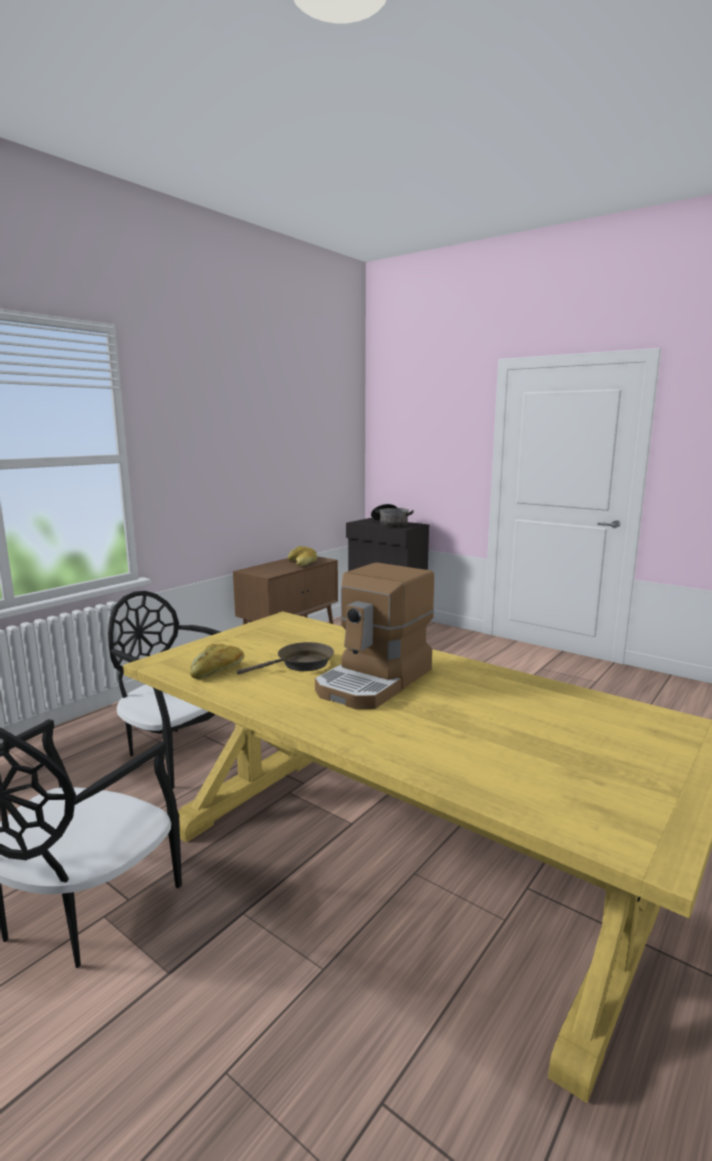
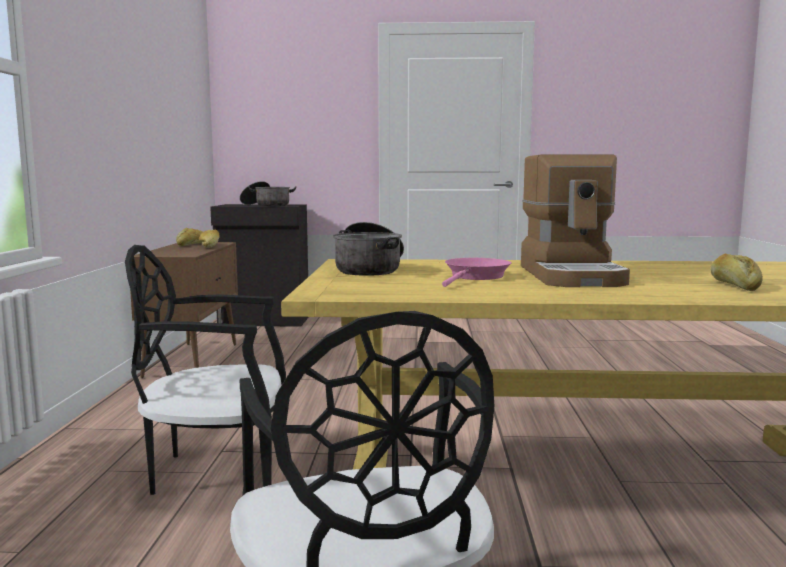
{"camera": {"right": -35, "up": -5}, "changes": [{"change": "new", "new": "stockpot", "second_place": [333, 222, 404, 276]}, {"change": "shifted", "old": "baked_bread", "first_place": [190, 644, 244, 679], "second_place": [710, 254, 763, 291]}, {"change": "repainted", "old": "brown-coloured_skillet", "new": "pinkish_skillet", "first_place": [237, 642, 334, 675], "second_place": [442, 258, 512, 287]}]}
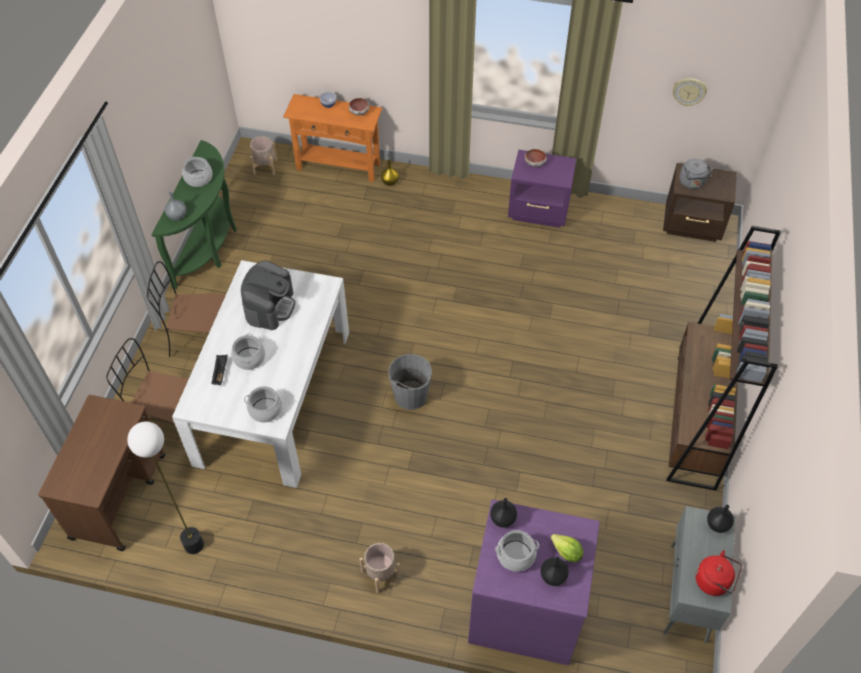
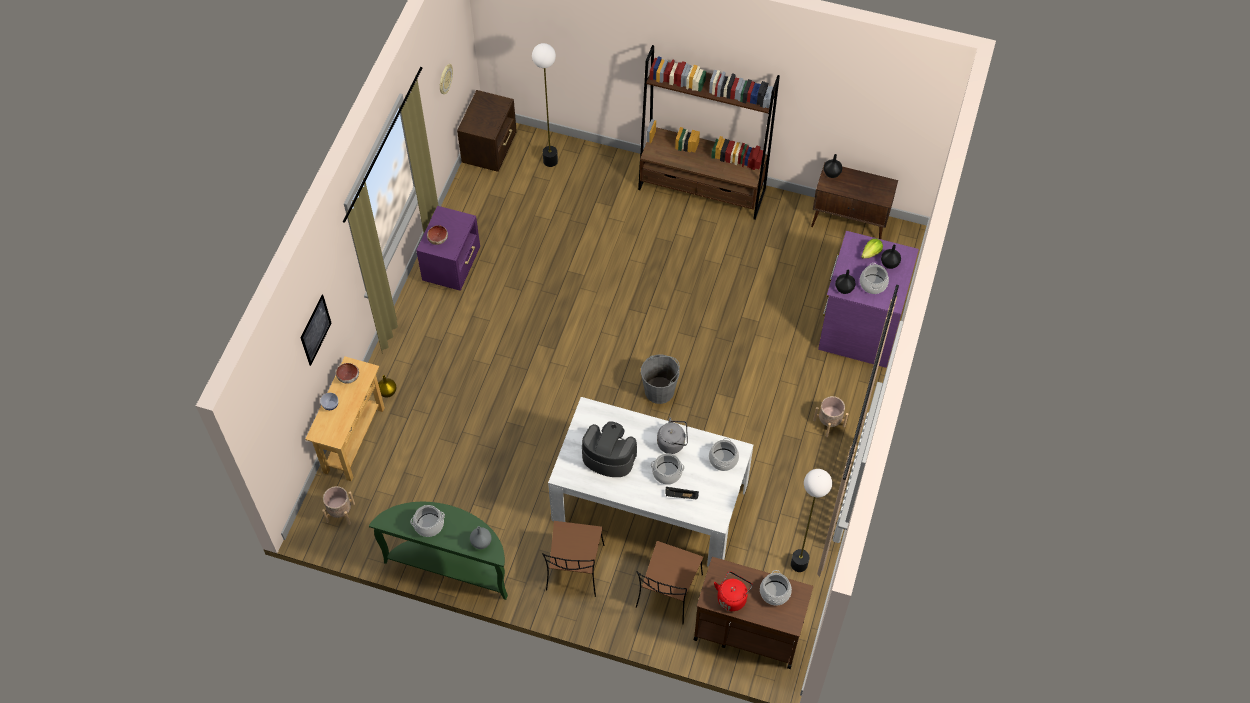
{"camera": {"right": -85, "up": 5}, "changes": [{"change": "new", "new": "wall_art", "second_place": [300, 295, 332, 366]}, {"change": "new", "new": "standard_lamp", "second_place": [532, 43, 558, 167]}, {"change": "new", "new": "stockpot", "second_place": [760, 570, 792, 606]}, {"change": "shifted", "old": "greyish_tea_kettle", "first_place": [679, 158, 714, 189], "second_place": [657, 418, 688, 454]}, {"change": "shifted", "old": "red_tea_kettle", "first_place": [695, 550, 742, 596], "second_place": [714, 571, 753, 611]}, {"change": "repainted", "old": "orange-coloured_hall_table", "new": "sand-coloured_hall_table", "first_place": [283, 94, 382, 182], "second_place": [305, 356, 385, 481]}, {"change": "repainted", "old": "greyish_cupboard", "new": "brown-coloured_cupboard", "first_place": [663, 506, 735, 643], "second_place": [811, 162, 898, 239]}]}
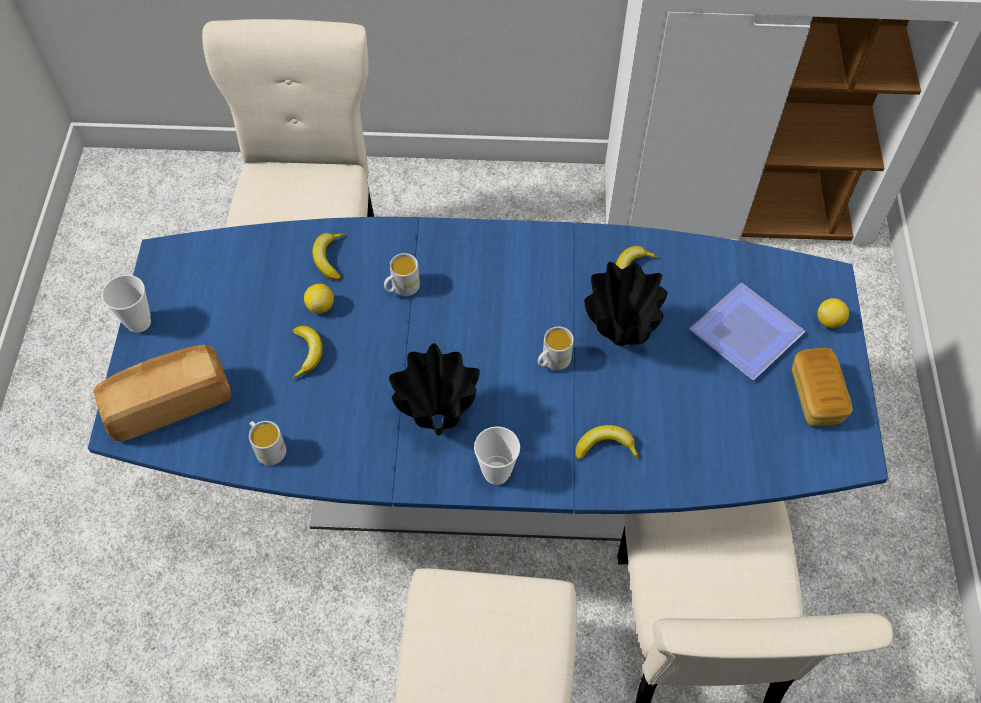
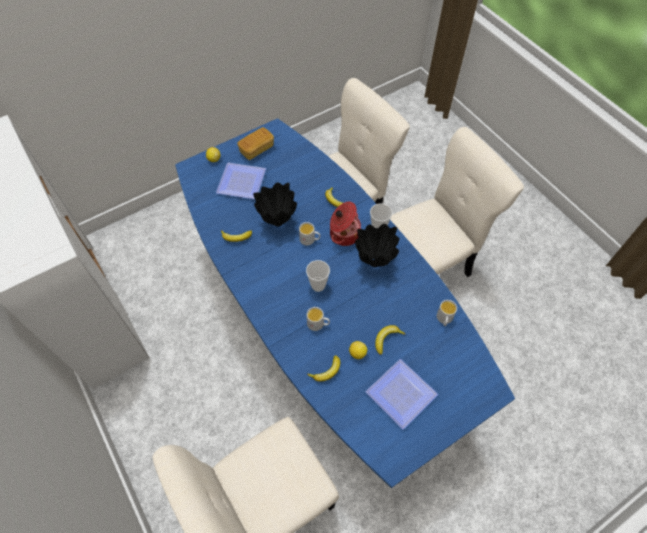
{"camera": {"right": -125, "up": 0}, "changes": [{"change": "gone", "old": "baked_bread", "first_place": [93, 345, 232, 442]}, {"change": "new", "new": "stockpot", "second_place": [330, 202, 361, 246]}, {"change": "new", "new": "dinner_plate", "second_place": [366, 359, 438, 429]}, {"change": "shifted", "old": "drinking_cup", "first_place": [102, 275, 151, 333], "second_place": [306, 260, 330, 292]}]}
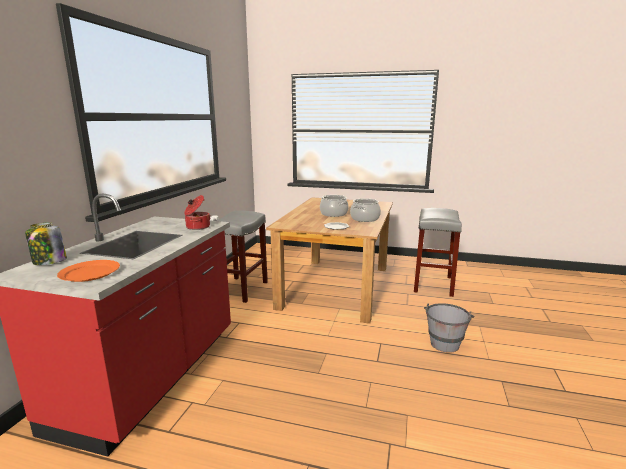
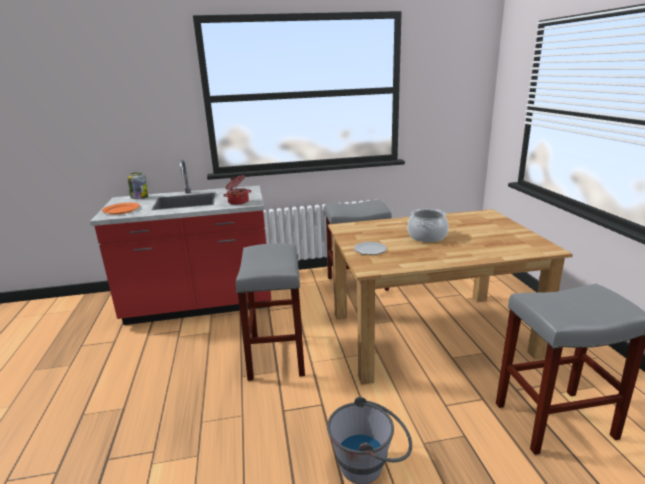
{"camera": {"right": 65, "up": 5}, "changes": [{"change": "gone", "old": "stockpot", "first_place": [350, 199, 381, 222]}, {"change": "new", "new": "greyish_stool_seat", "second_place": [236, 243, 305, 381]}]}
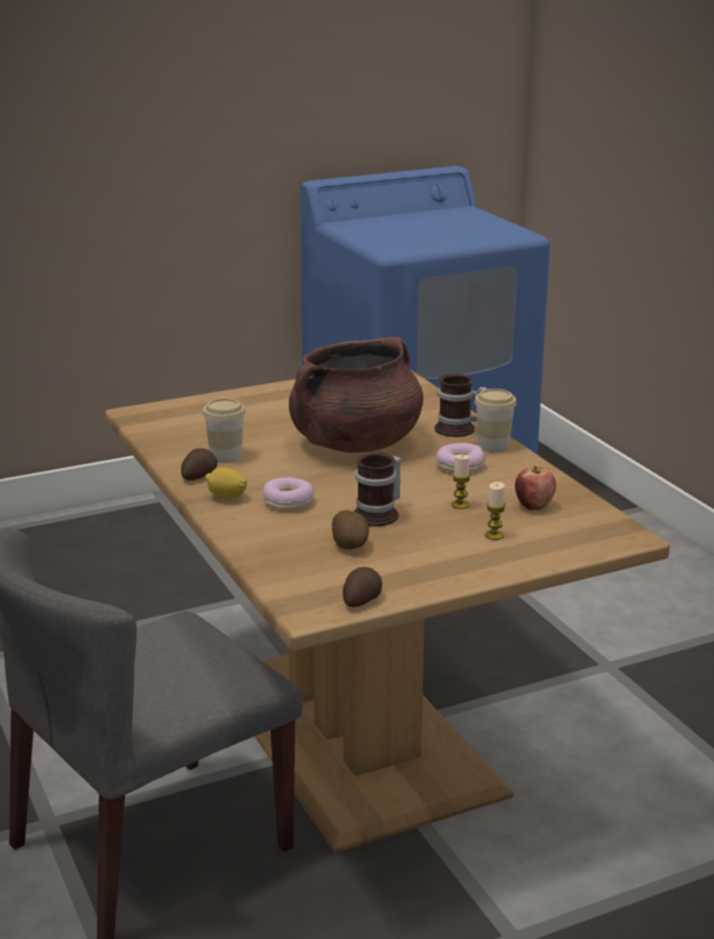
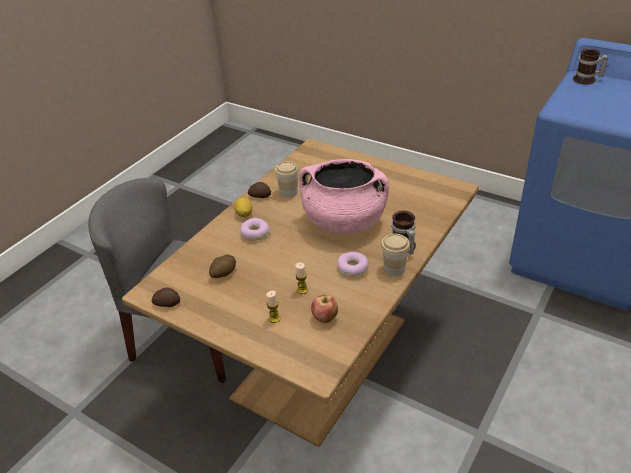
{"camera": {"right": 60, "up": 15}, "changes": [{"change": "shifted", "old": "mug", "first_place": [353, 452, 401, 527], "second_place": [573, 49, 608, 84]}, {"change": "repainted", "old": "brown-coloured_stockpot", "new": "pinkish_stockpot", "first_place": [289, 337, 423, 453], "second_place": [299, 159, 389, 234]}]}
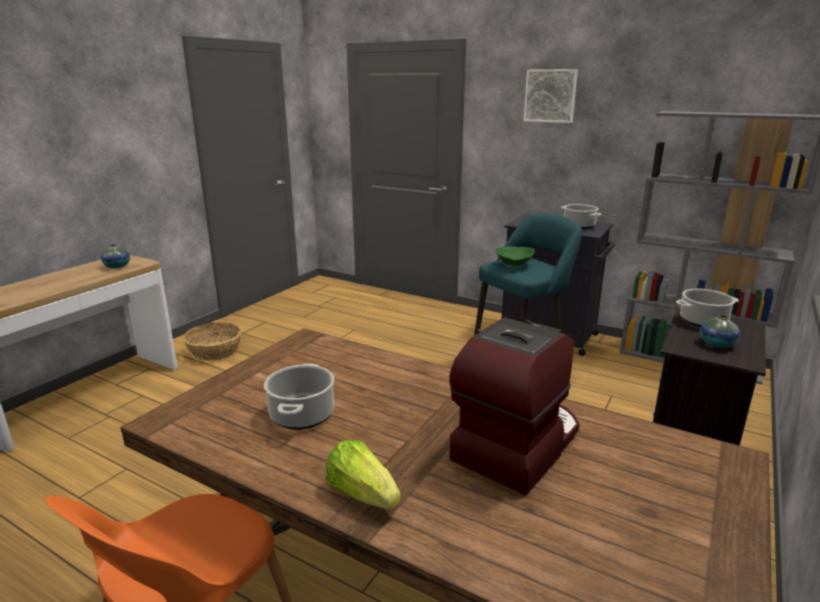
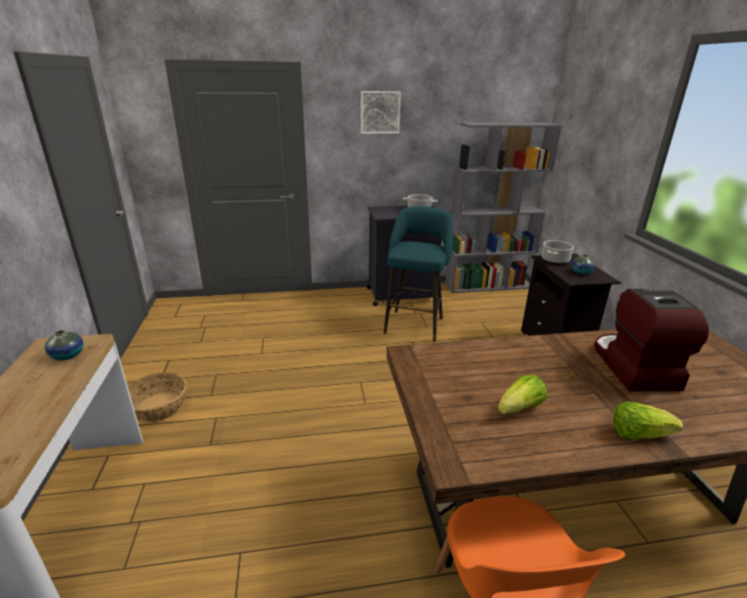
{"camera": {"right": -40, "up": 5}, "changes": [{"change": "gone", "old": "green_bowl", "first_place": [495, 246, 535, 266]}, {"change": "swapped", "old": "stockpot", "new": "head_of_lettuce", "first_place": [264, 363, 334, 430], "second_place": [498, 375, 547, 414]}]}
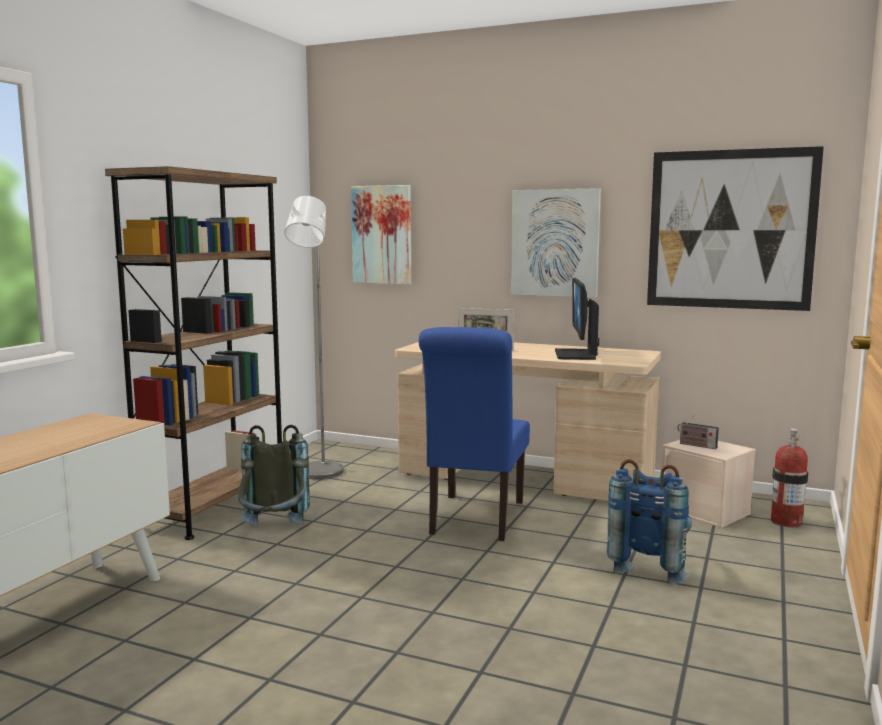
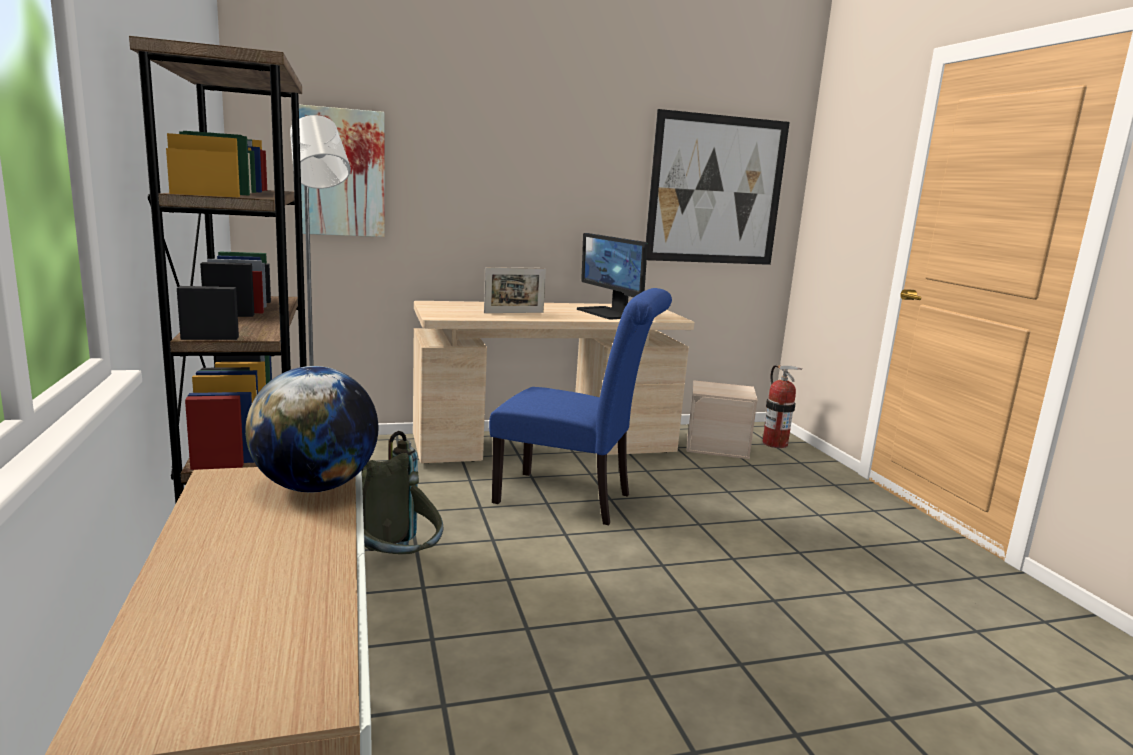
{"camera": {"right": -40, "up": 5}, "changes": [{"change": "gone", "old": "wall_art", "first_place": [511, 188, 601, 297]}, {"change": "gone", "old": "blue-coloured_rucksack", "first_place": [607, 459, 692, 585]}, {"change": "gone", "old": "radio", "first_place": [677, 413, 719, 449]}, {"change": "new", "new": "desk_globe", "second_place": [245, 366, 379, 492]}, {"change": "rotated", "old": "blue-coloured_upright_chair", "first_place": [419, 327, 530, 541], "second_place": [489, 288, 672, 526], "degrees": -45}]}
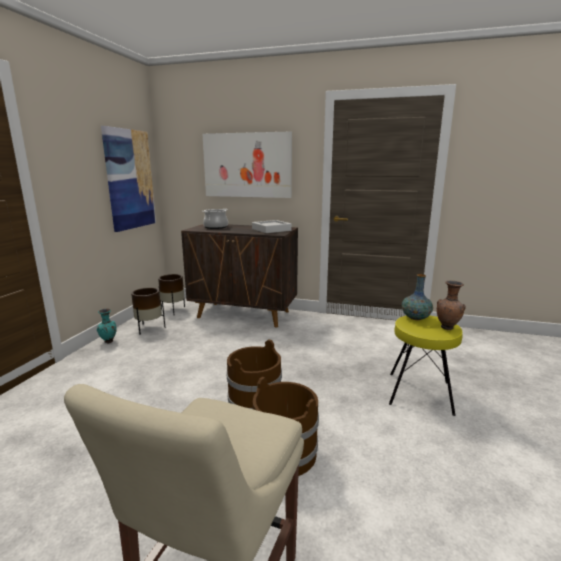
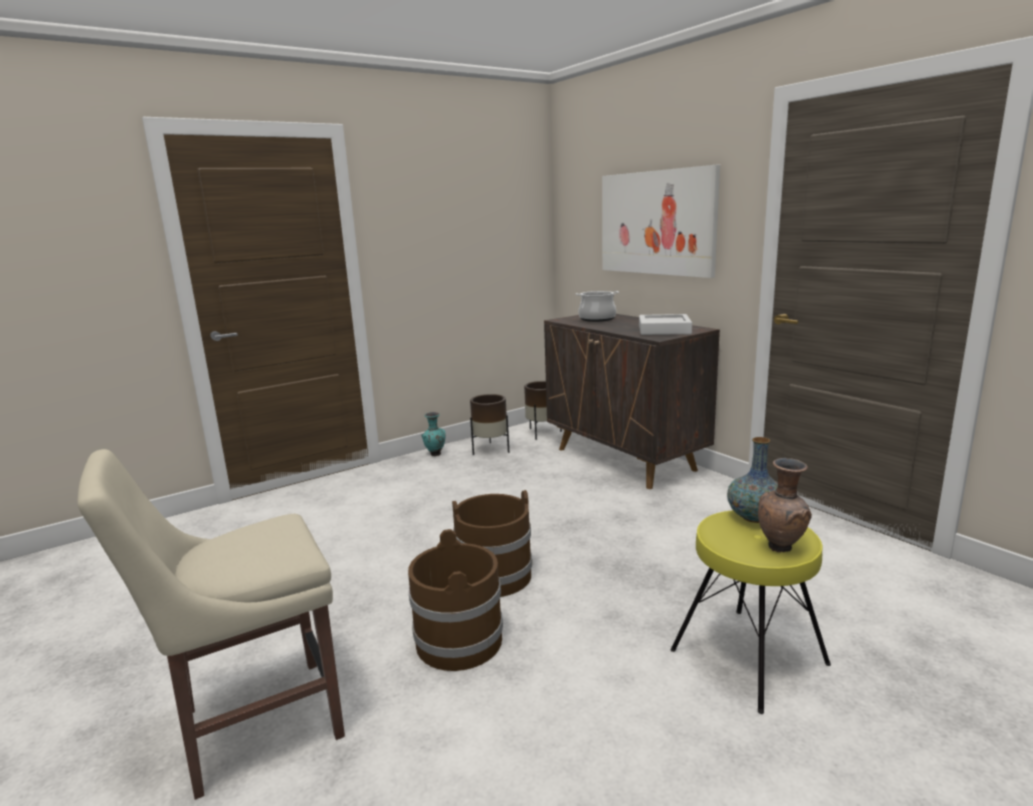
{"camera": {"right": 40, "up": 0}, "changes": [{"change": "gone", "old": "wall_art", "first_place": [101, 126, 156, 232]}]}
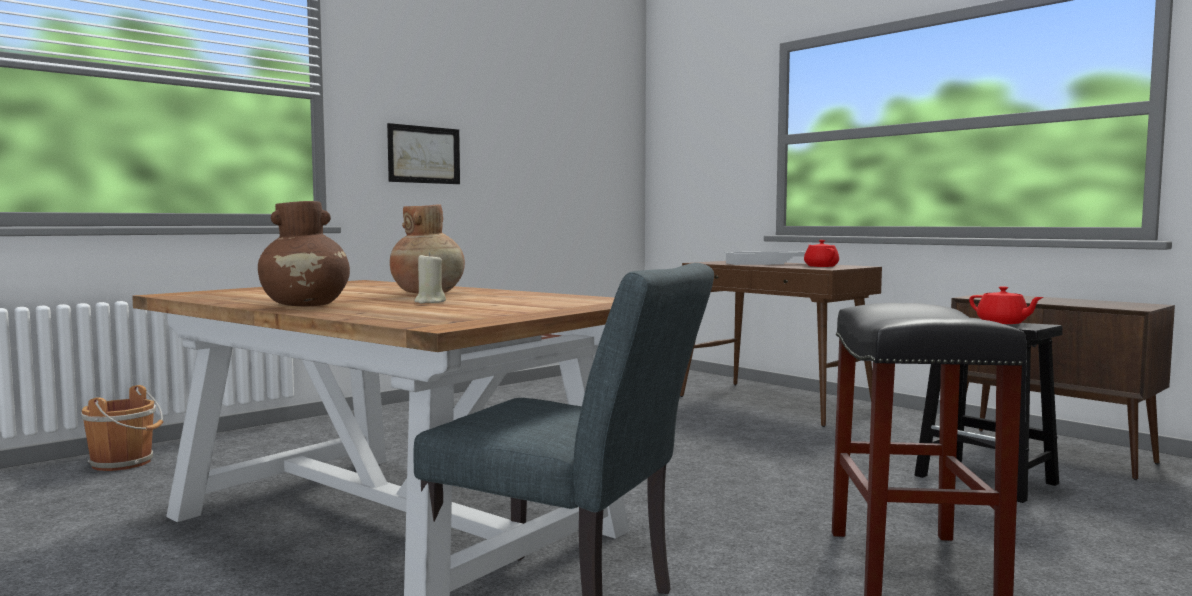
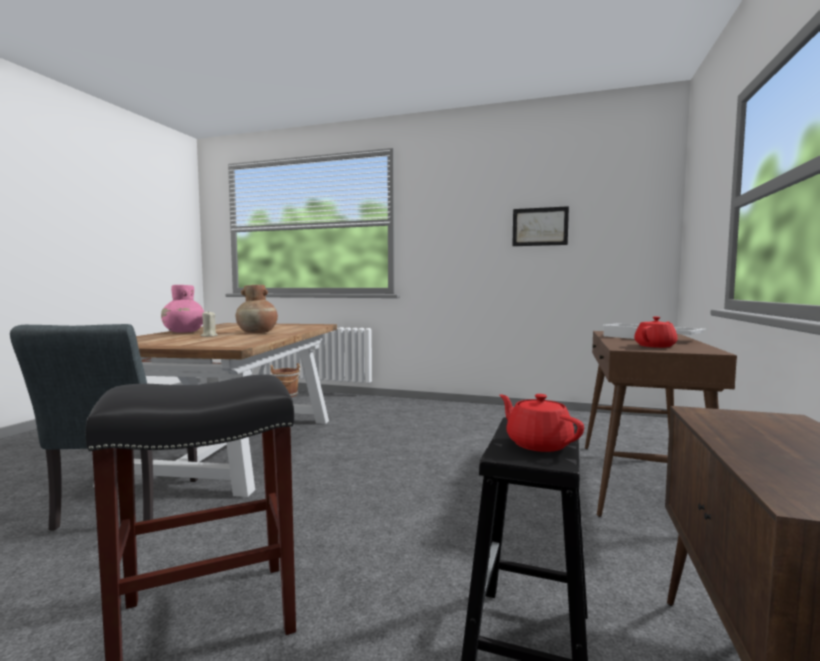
{"camera": {"right": 60, "up": 0}, "changes": [{"change": "shifted", "old": "wall_art", "first_place": [387, 123, 460, 184], "second_place": [512, 206, 569, 246]}, {"change": "repainted", "old": "brown-coloured_vase", "new": "pinkish_vase", "first_place": [258, 201, 350, 306], "second_place": [161, 285, 204, 333]}, {"change": "rotated", "old": "red_tea_pot", "first_place": [969, 286, 1044, 324], "second_place": [500, 394, 584, 452], "degrees": 120}]}
